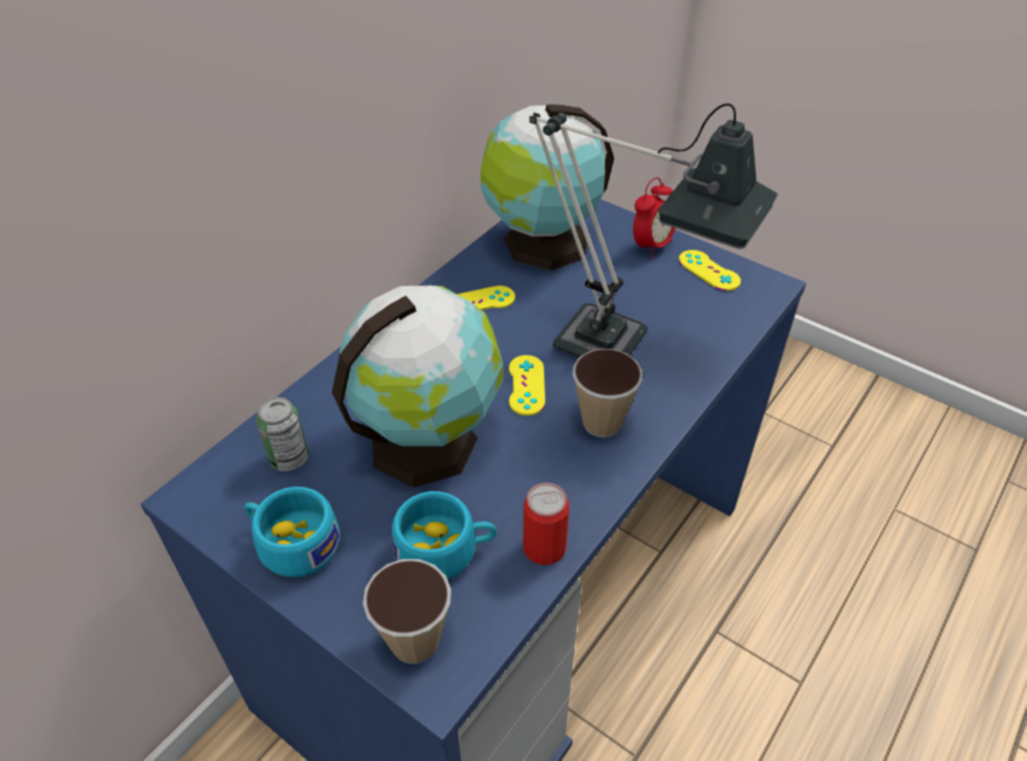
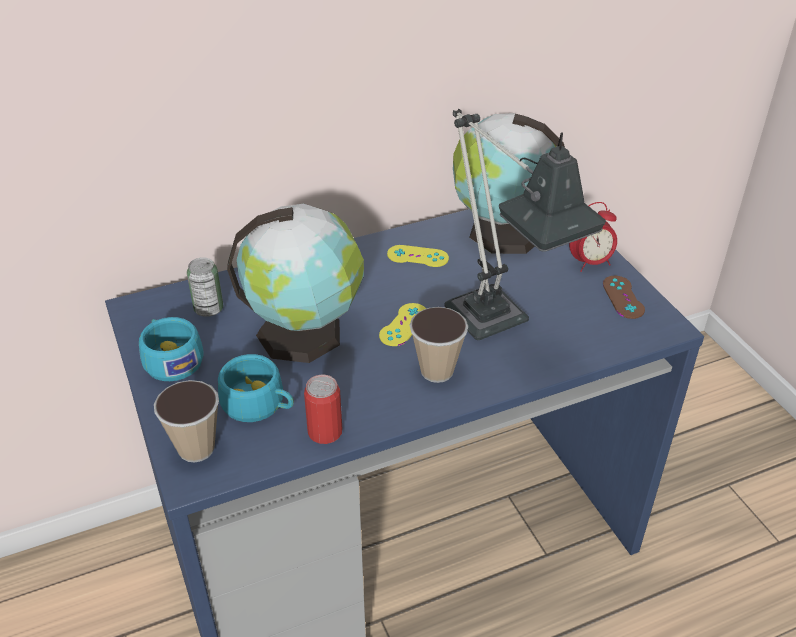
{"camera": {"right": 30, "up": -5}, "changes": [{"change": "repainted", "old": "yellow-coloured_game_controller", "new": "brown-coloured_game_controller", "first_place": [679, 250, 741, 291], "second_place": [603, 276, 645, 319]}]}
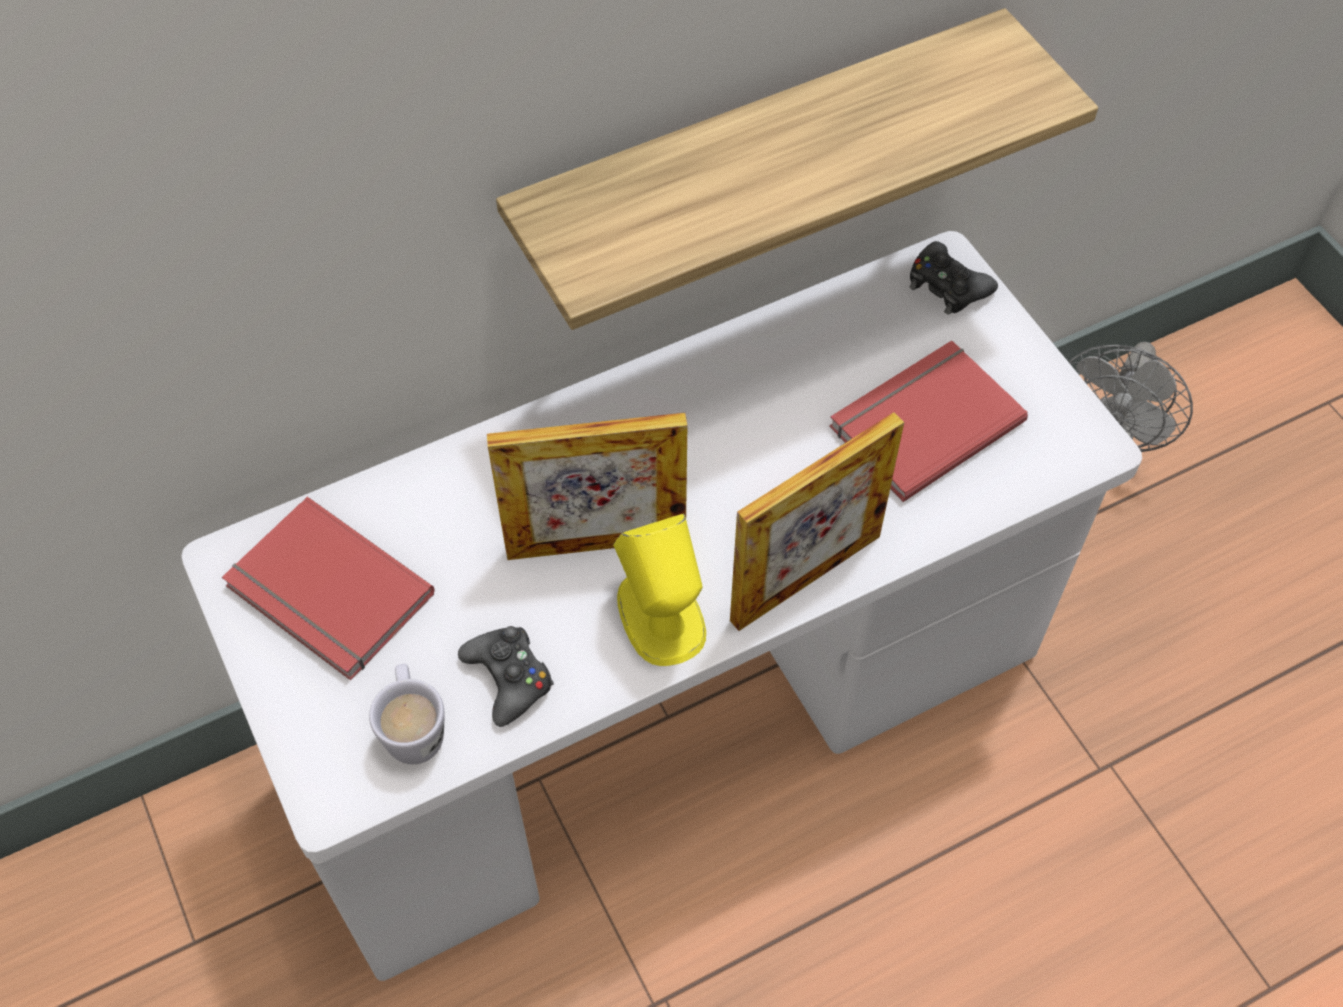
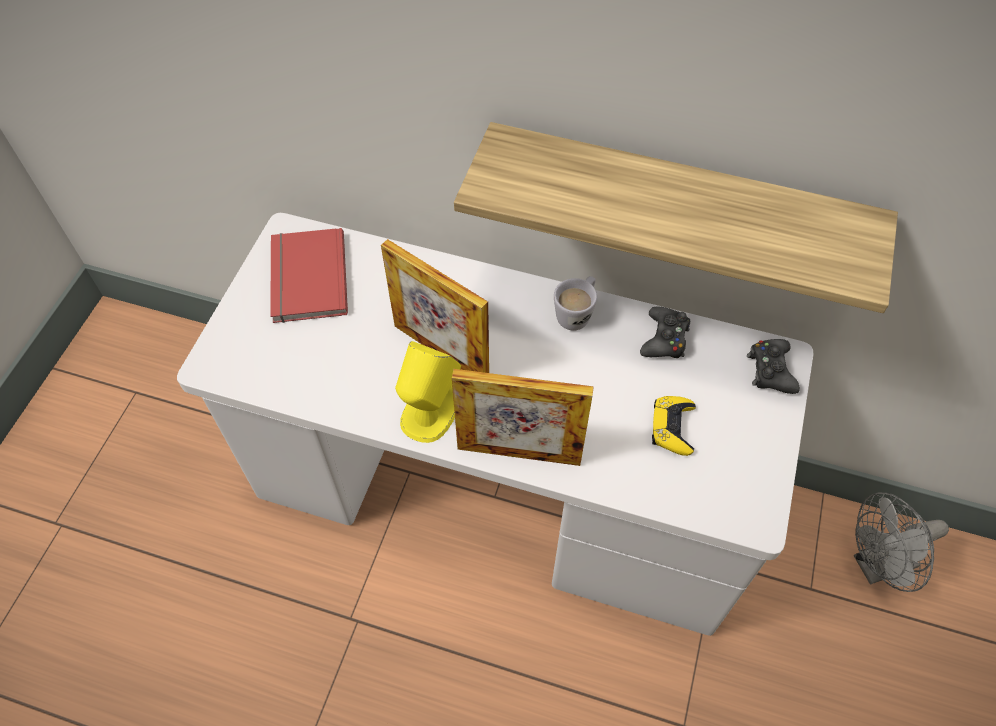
{"camera": {"right": 45, "up": 0}, "changes": [{"change": "shifted", "old": "white-coloured_mug", "first_place": [369, 664, 445, 764], "second_place": [554, 276, 597, 331]}, {"change": "shifted", "old": "blackish_game_controller", "first_place": [458, 626, 554, 727], "second_place": [640, 306, 690, 358]}, {"change": "swapped", "old": "red_volume", "new": "yellow-coloured_game_controller", "first_place": [829, 340, 1028, 502], "second_place": [652, 396, 696, 456]}]}
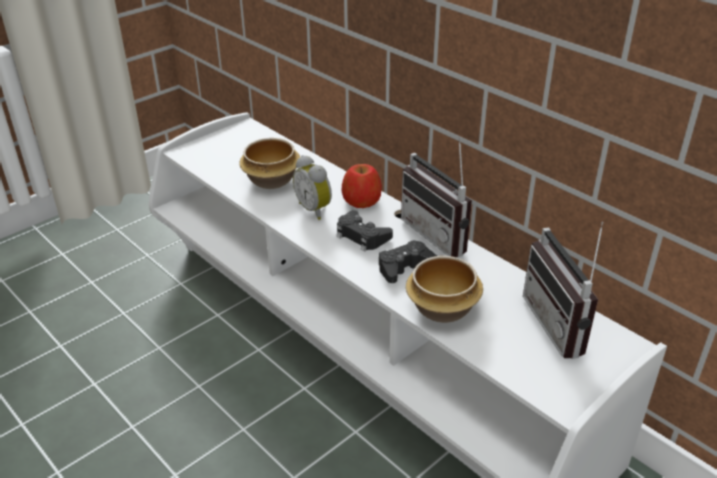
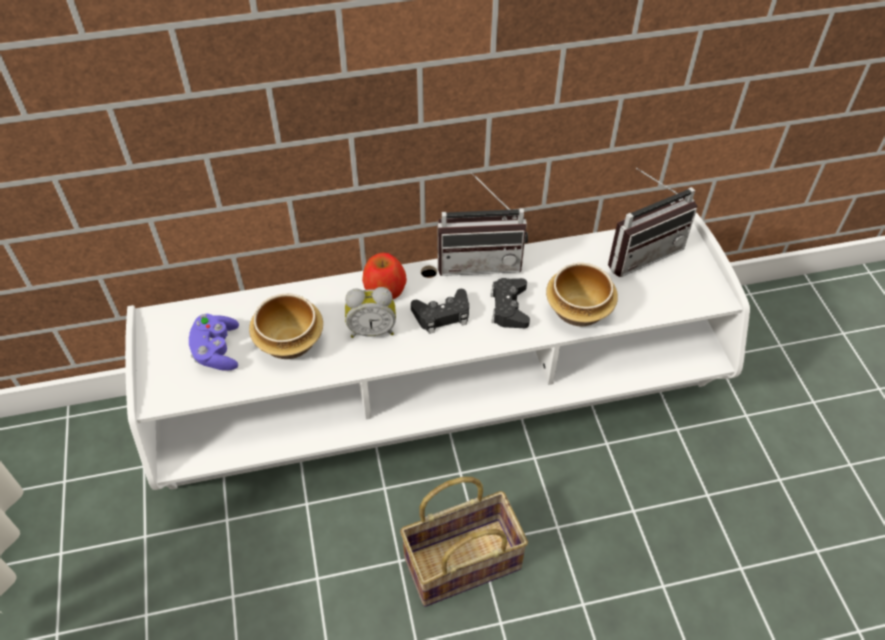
{"camera": {"right": -60, "up": 15}, "changes": [{"change": "new", "new": "purple_game_controller", "second_place": [189, 314, 239, 371]}, {"change": "new", "new": "storage_basket", "second_place": [400, 477, 528, 607]}, {"change": "rotated", "old": "radio", "first_place": [523, 221, 603, 359], "second_place": [608, 168, 697, 277], "degrees": -45}]}
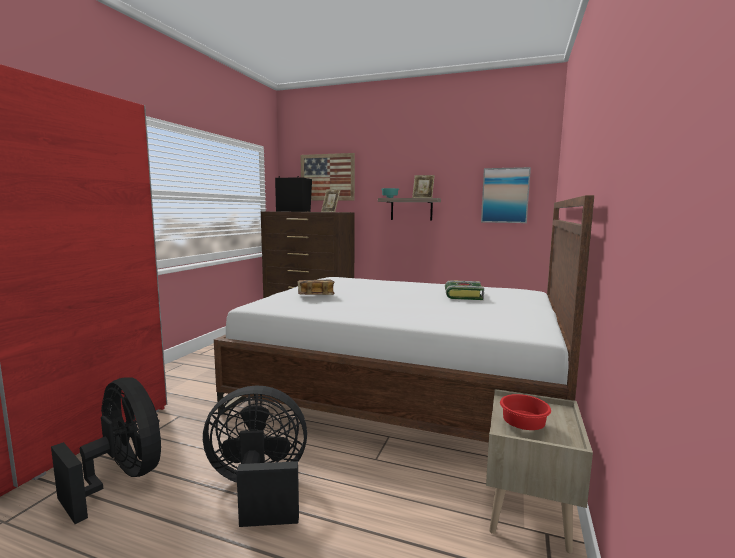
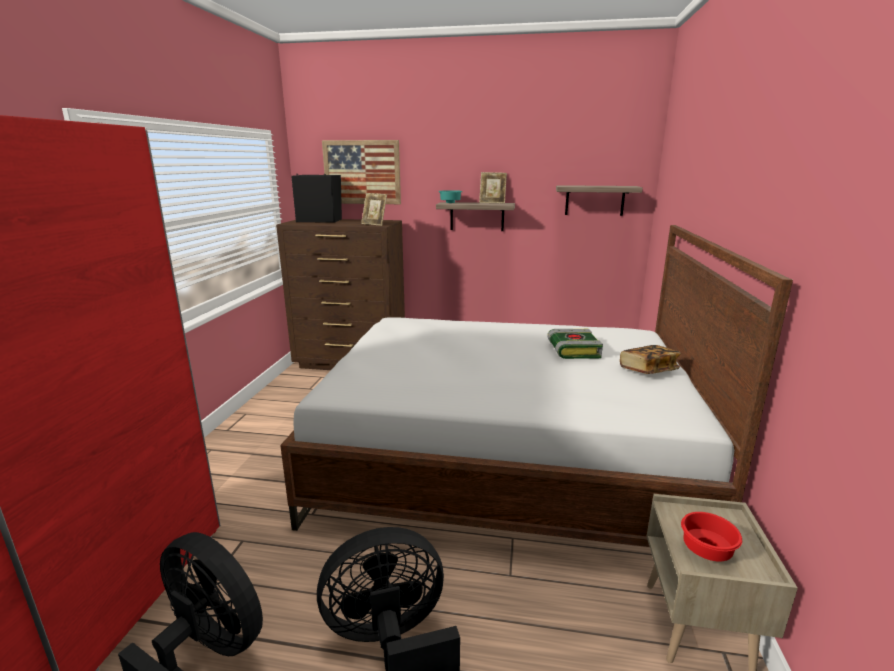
{"camera": {"right": -10, "up": 10}, "changes": [{"change": "shifted", "old": "volume", "first_place": [298, 280, 335, 295], "second_place": [620, 345, 681, 374]}, {"change": "swapped", "old": "wall_art", "new": "wall_shelf", "first_place": [481, 167, 531, 223], "second_place": [556, 185, 643, 216]}]}
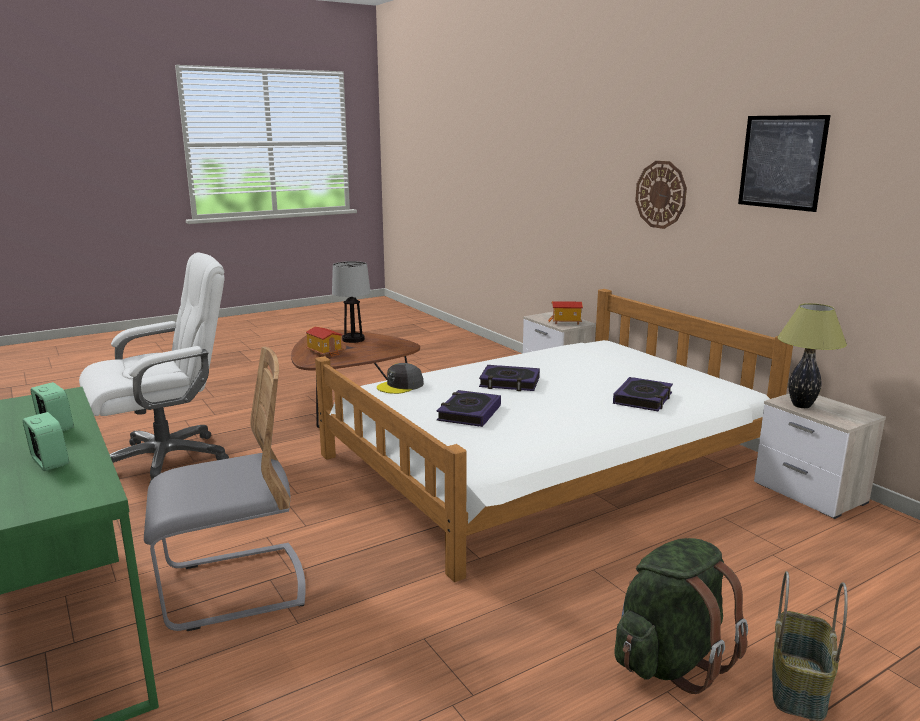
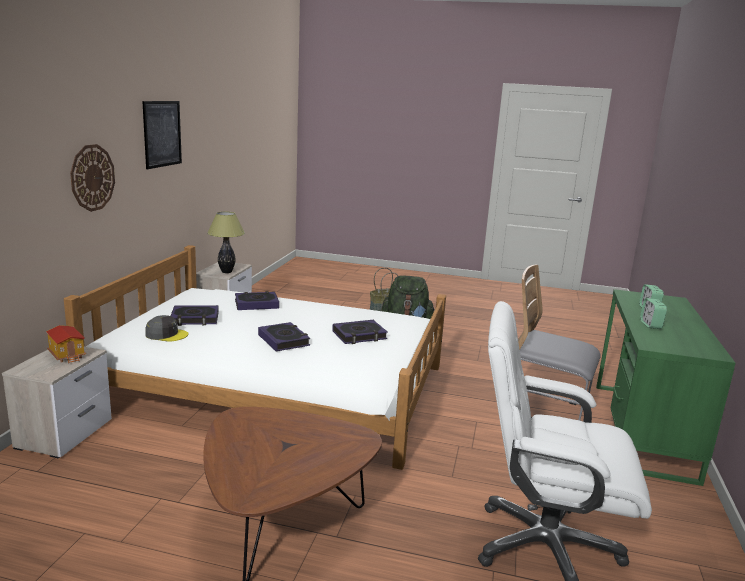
{"camera": {"right": -135, "up": 0}, "changes": [{"change": "gone", "old": "miniature_house", "first_place": [305, 327, 343, 357]}, {"change": "gone", "old": "lamp_for_a_table", "first_place": [332, 261, 370, 343]}, {"change": "new", "new": "volume", "second_place": [171, 305, 219, 326]}, {"change": "shifted", "old": "greyish_peaked_cap", "first_place": [377, 363, 424, 394], "second_place": [145, 315, 188, 341]}]}
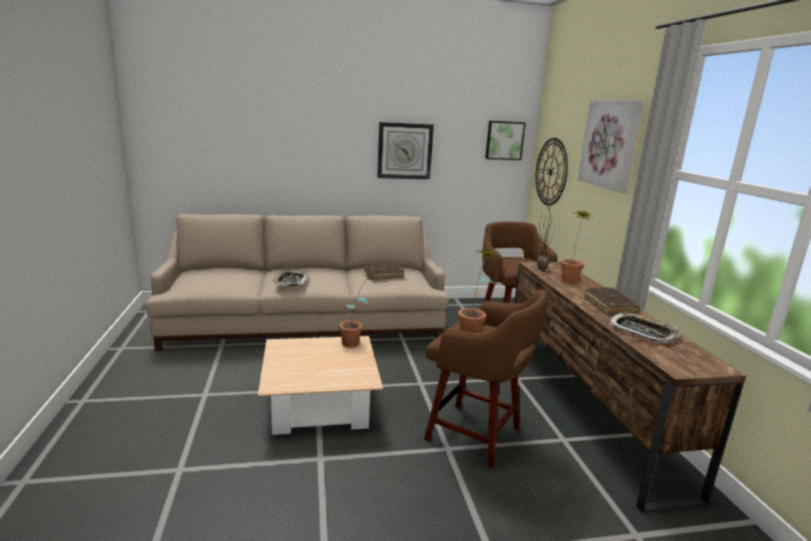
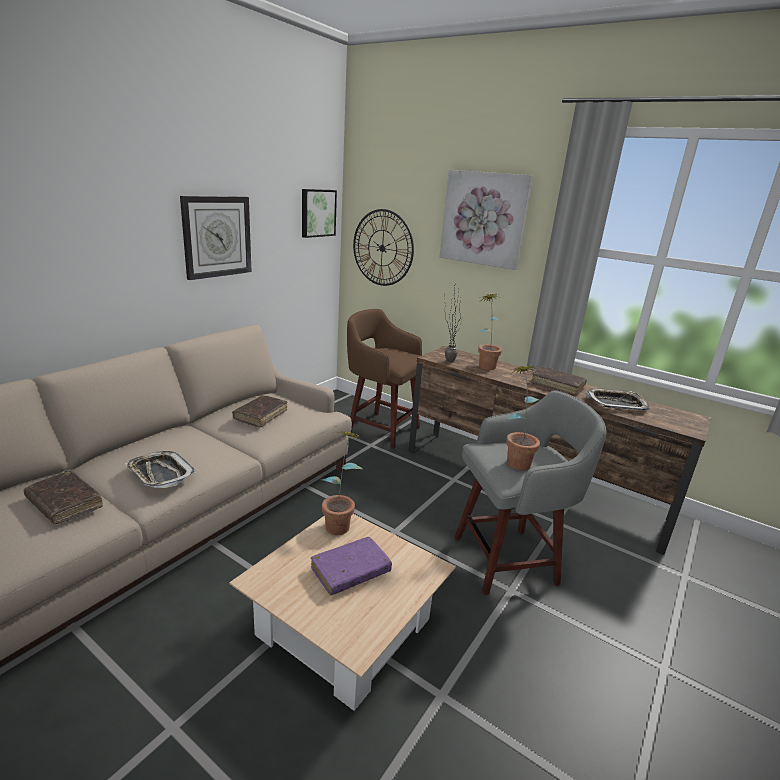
{"camera": {"right": -45, "up": 5}, "changes": [{"change": "new", "new": "brown-coloured_volume", "second_place": [23, 471, 103, 525]}, {"change": "new", "new": "purple_volume", "second_place": [311, 537, 392, 595]}, {"change": "repainted", "old": "brown-coloured_stool_seat", "new": "greyish_stool_seat", "first_place": [424, 290, 547, 468], "second_place": [455, 390, 607, 595]}]}
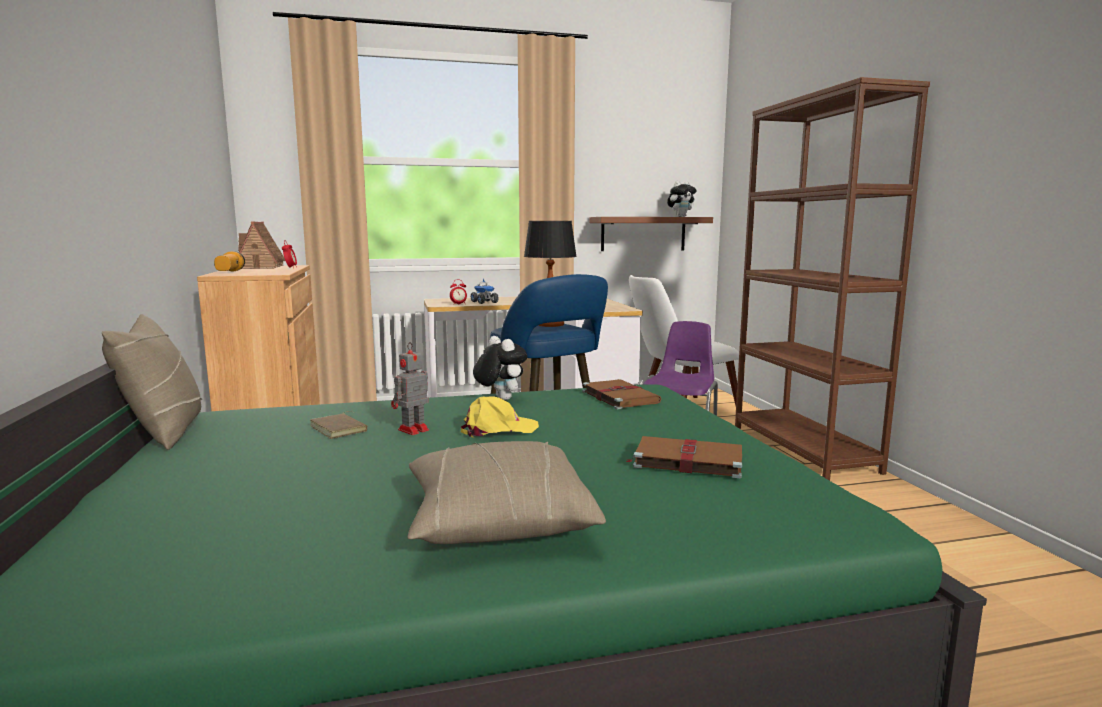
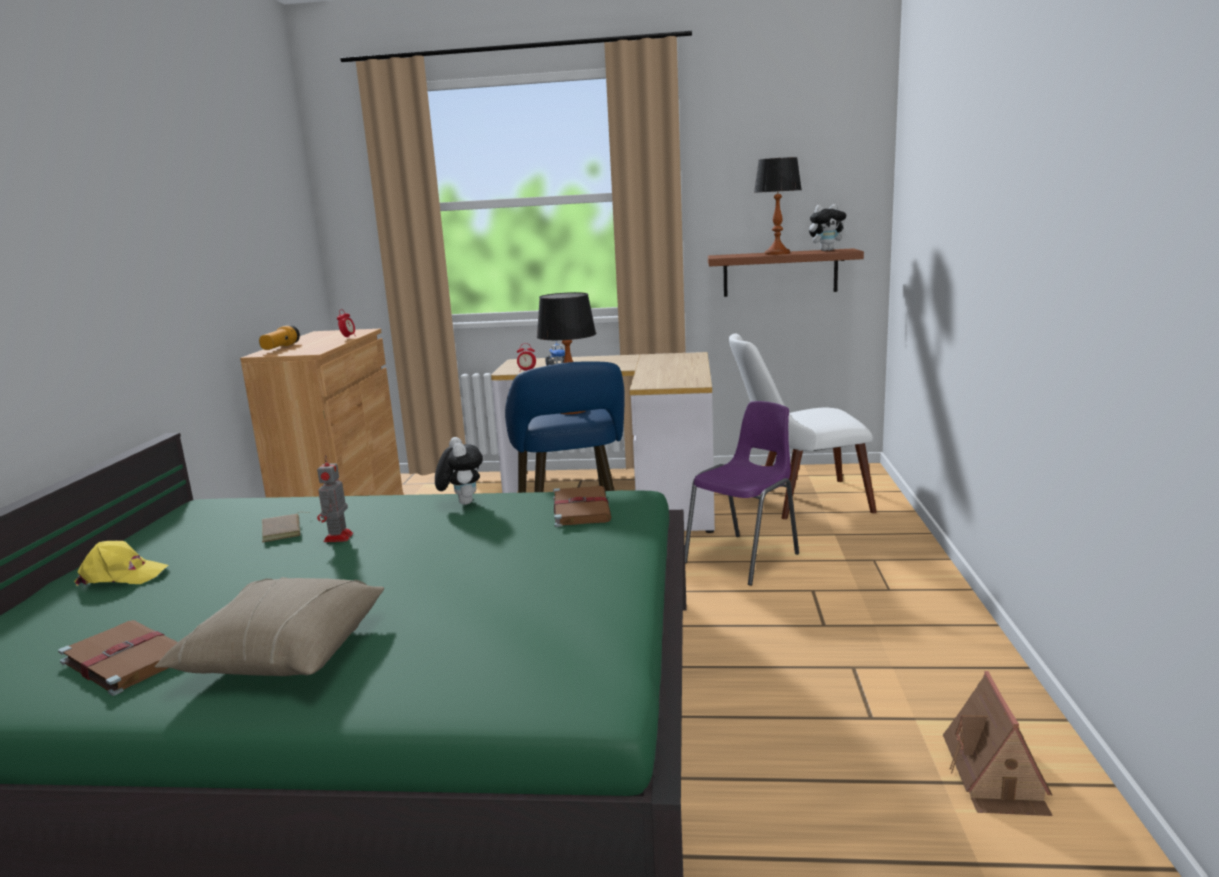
{"camera": {"right": 20, "up": 5}, "changes": [{"change": "gone", "old": "sand-coloured_throw_pillow", "first_place": [102, 314, 202, 450]}, {"change": "gone", "old": "brown-coloured_shelving_unit", "first_place": [735, 77, 930, 480]}, {"change": "new", "new": "lamp_for_a_table", "second_place": [754, 157, 802, 255]}, {"change": "shifted", "old": "miniature_house", "first_place": [238, 221, 285, 269], "second_place": [943, 671, 1053, 816]}, {"change": "shifted", "old": "yellow-coloured_peaked_cap", "first_place": [461, 396, 539, 438], "second_place": [74, 541, 168, 586]}, {"change": "shifted", "old": "brown-coloured_volume", "first_place": [626, 436, 742, 478], "second_place": [58, 620, 178, 696]}, {"change": "rotated", "old": "robot_figure", "first_place": [391, 342, 429, 435], "second_place": [317, 455, 353, 542], "degrees": -60}]}
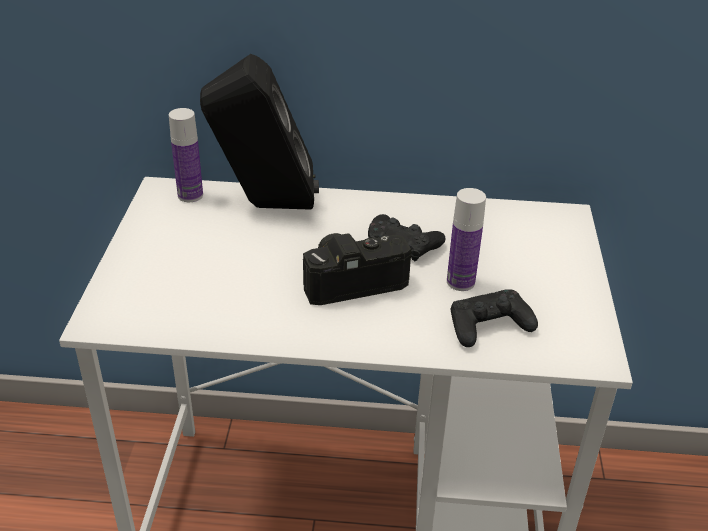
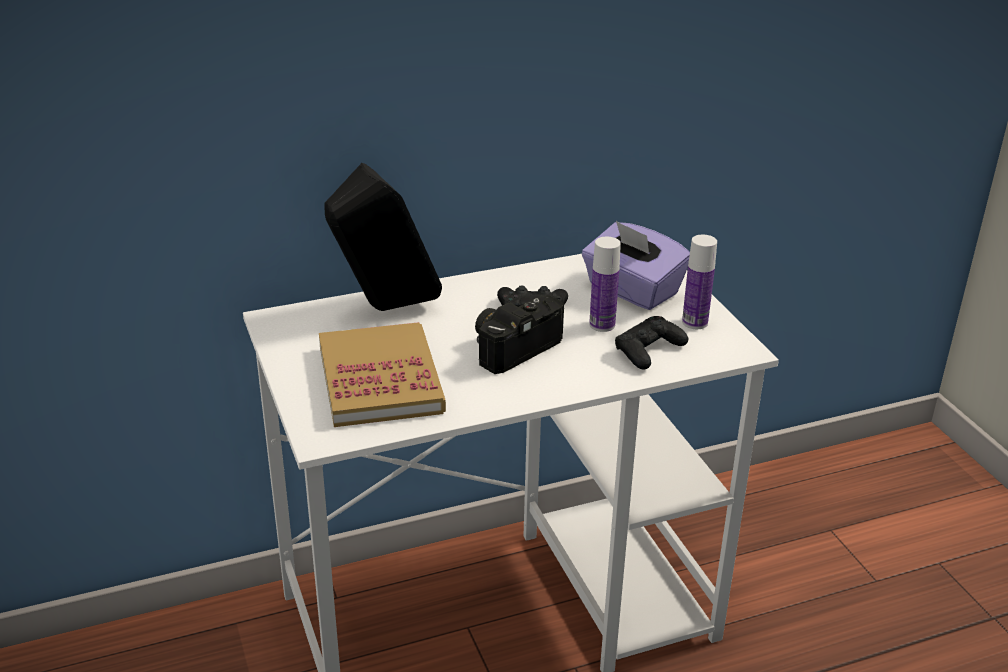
{"camera": {"right": -25, "up": -5}, "changes": [{"change": "new", "new": "volume", "second_place": [319, 322, 446, 427]}, {"change": "new", "new": "purple_tissue_holder", "second_place": [582, 221, 690, 310]}, {"change": "shifted", "old": "drink_bottle", "first_place": [169, 108, 203, 202], "second_place": [682, 235, 717, 329]}]}
